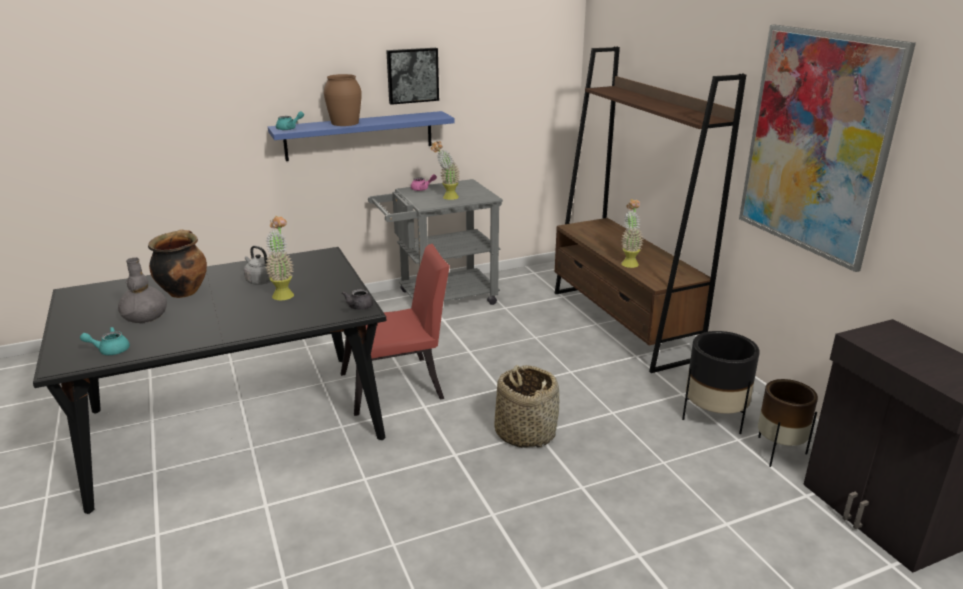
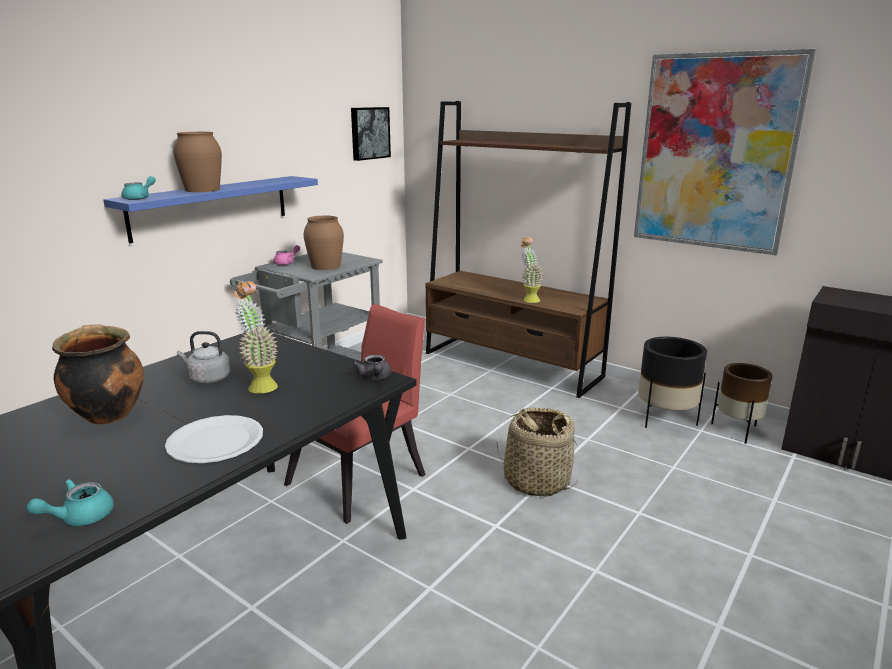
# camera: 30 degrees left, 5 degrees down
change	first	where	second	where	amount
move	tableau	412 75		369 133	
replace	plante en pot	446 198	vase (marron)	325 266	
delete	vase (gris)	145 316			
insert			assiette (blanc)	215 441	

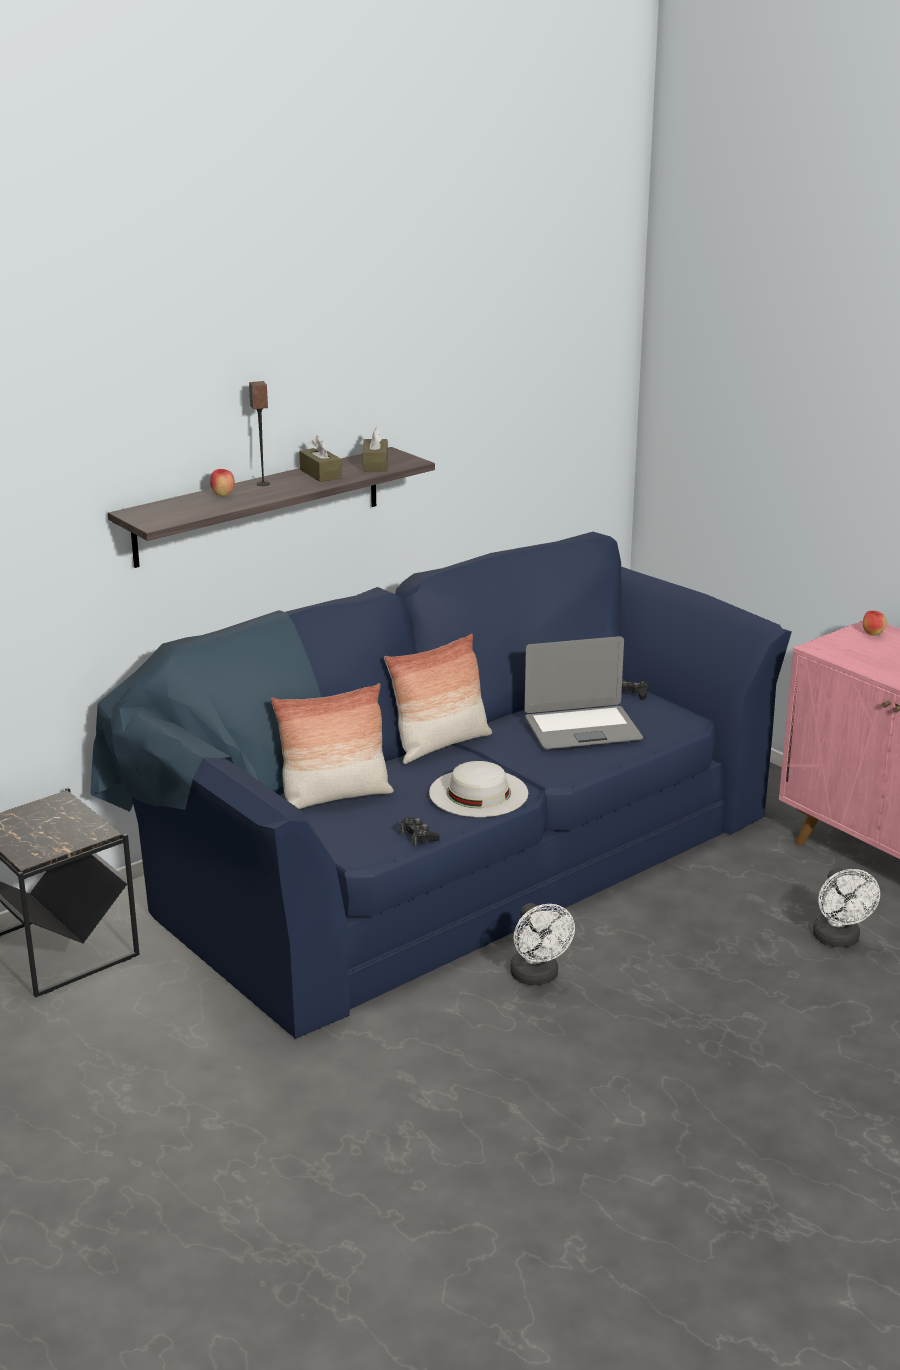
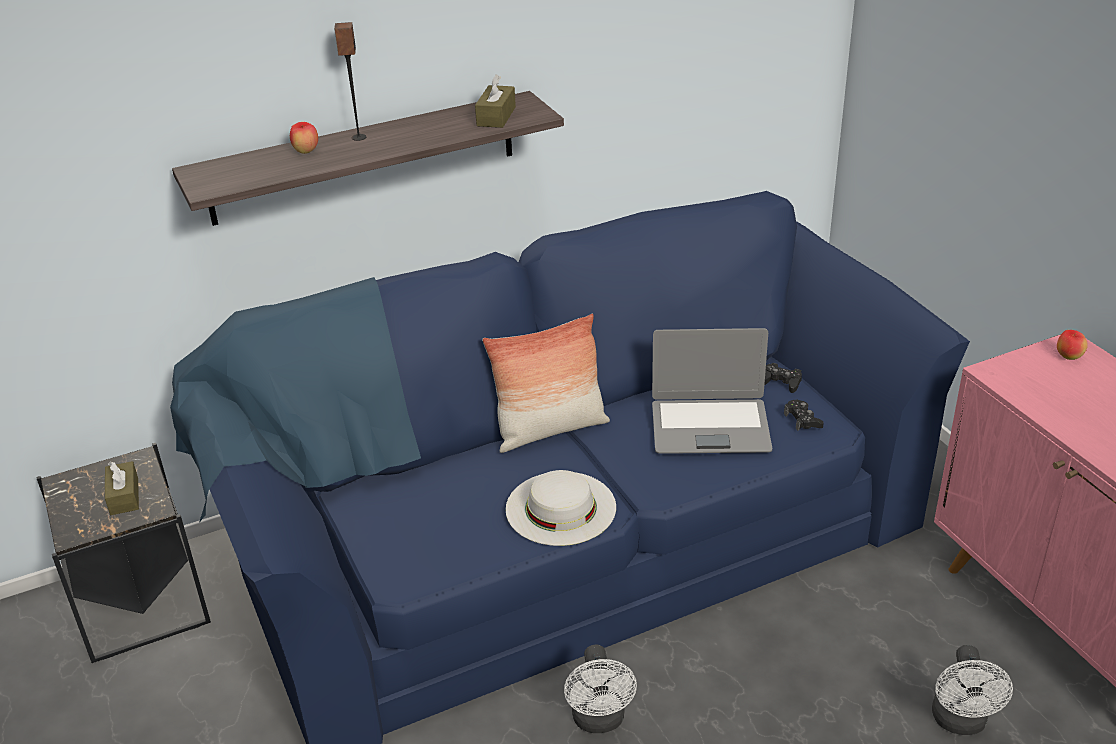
# camera: 15 degrees right, 10 degrees up
change	first	where	second	where	amount
move	boîte à mouchoirs (marron)	320 474		124 496	
delete	coussin	334 797			
move	manette (noir)	418 836		802 420	

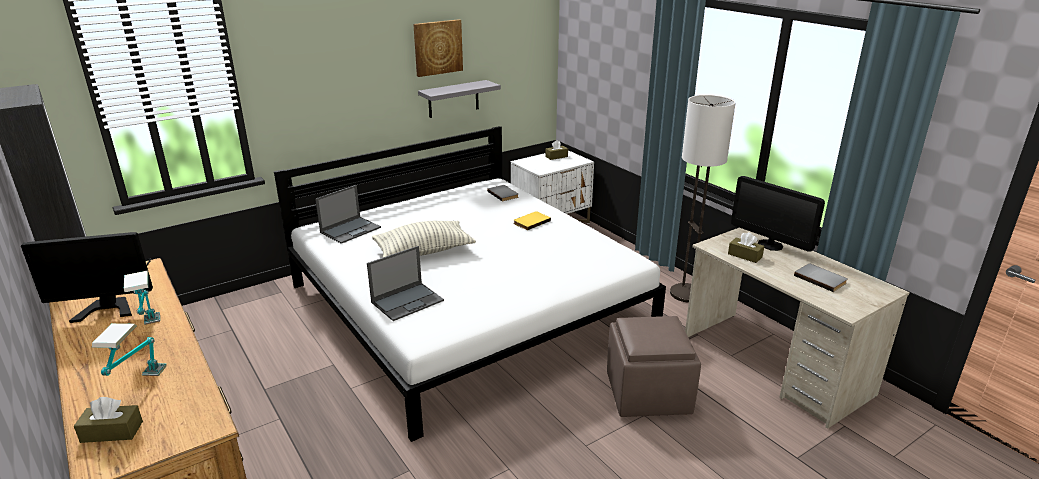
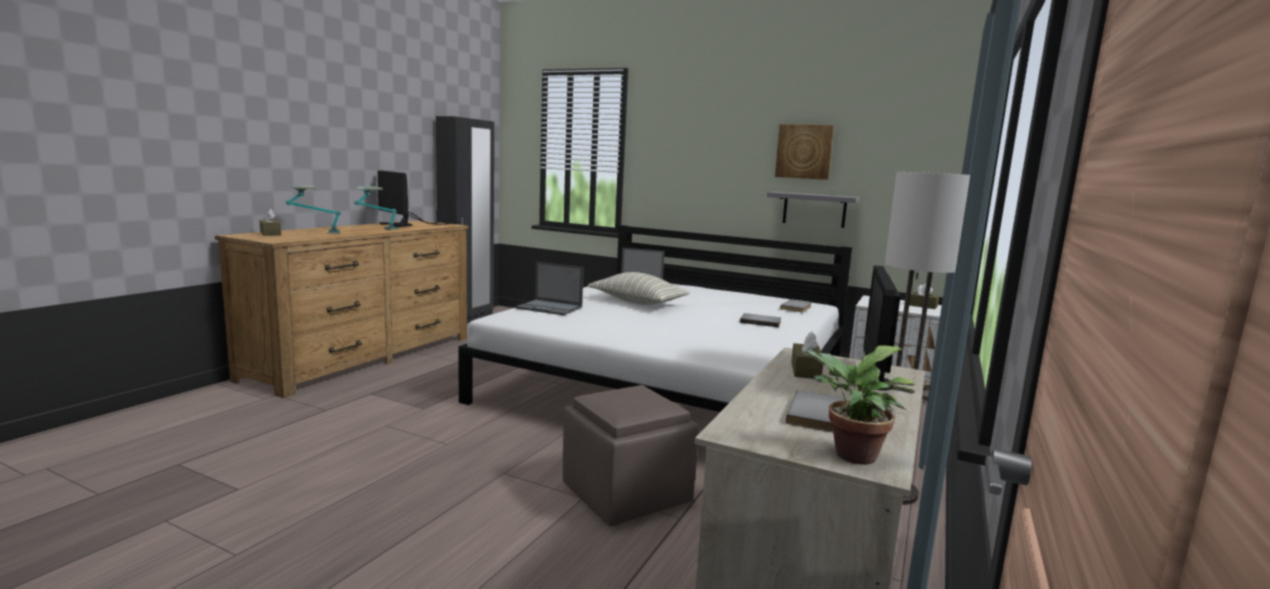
# camera: 60 degrees right, 15 degrees down
change	first	where	second	where	amount
recolor	livre (jaune)	531 222	livre (gris)	760 322	
insert			plante en pot	850 456	

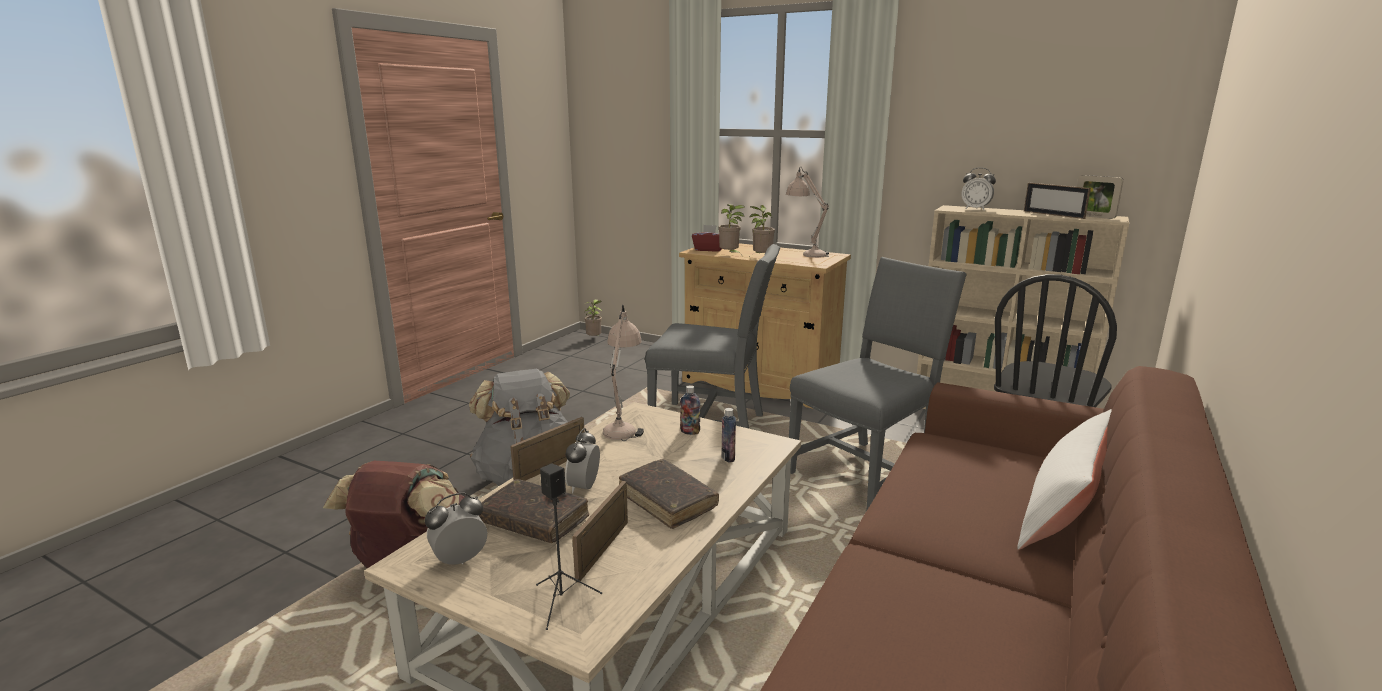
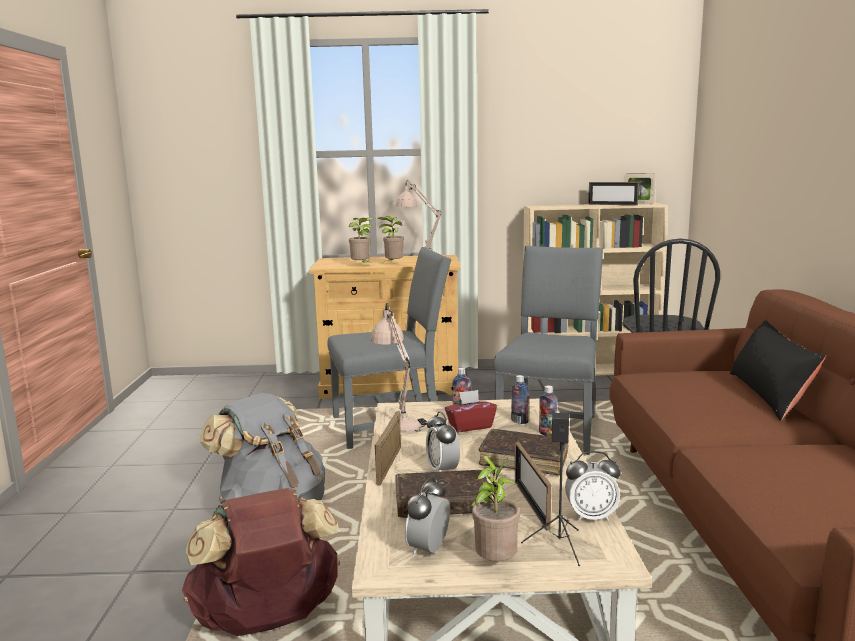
# camera: 30 degrees left, 5 degrees down
change	first	where	second	where	amount
move	réveil	975 209		591 516	
move	boîte à mouchoirs (rouge)	709 249		470 426	
move	plante en pot	594 339		495 564	
recolor	coussin (blanc)	1062 511	coussin (noir)	769 395	
insert			bouteille	547 433	

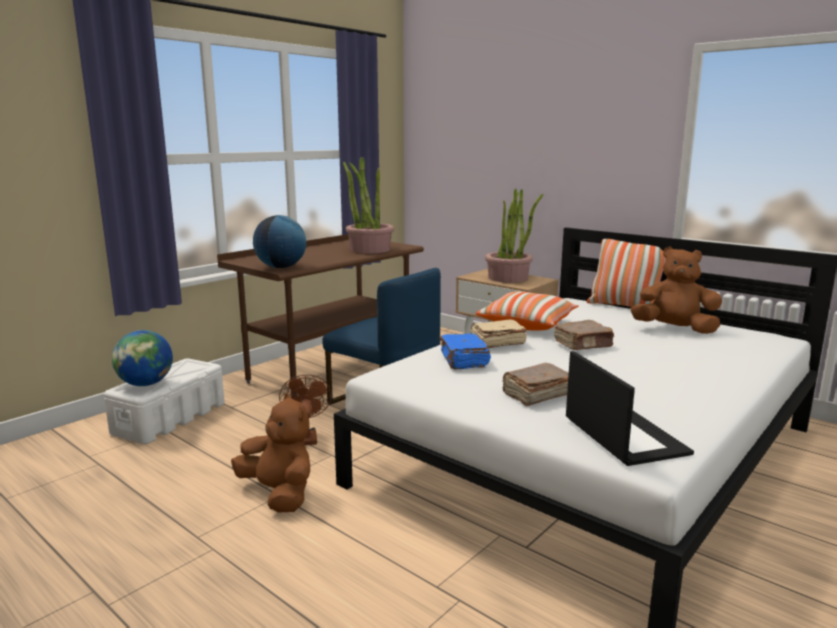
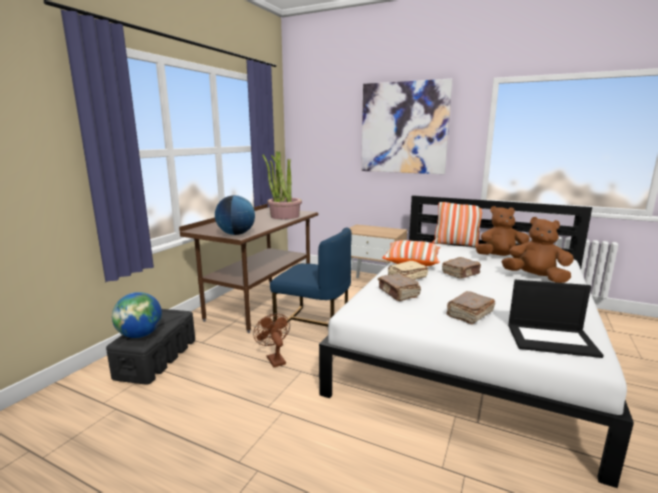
# camera: 15 degrees left, 0 degrees up
change	first	where	second	where	amount
delete	plante en pot	508 278			
recolor	livre (bleu)	463 360	livre (marron)	398 293	
rotate	ordinateur portable	623 435		552 339	135 degrees clockwise
recolor	boîte de rangement (blanc)	170 418	boîte de rangement (noir)	157 358	
move	peluche (marron)	279 494		535 278	
insert			tableau	404 128	

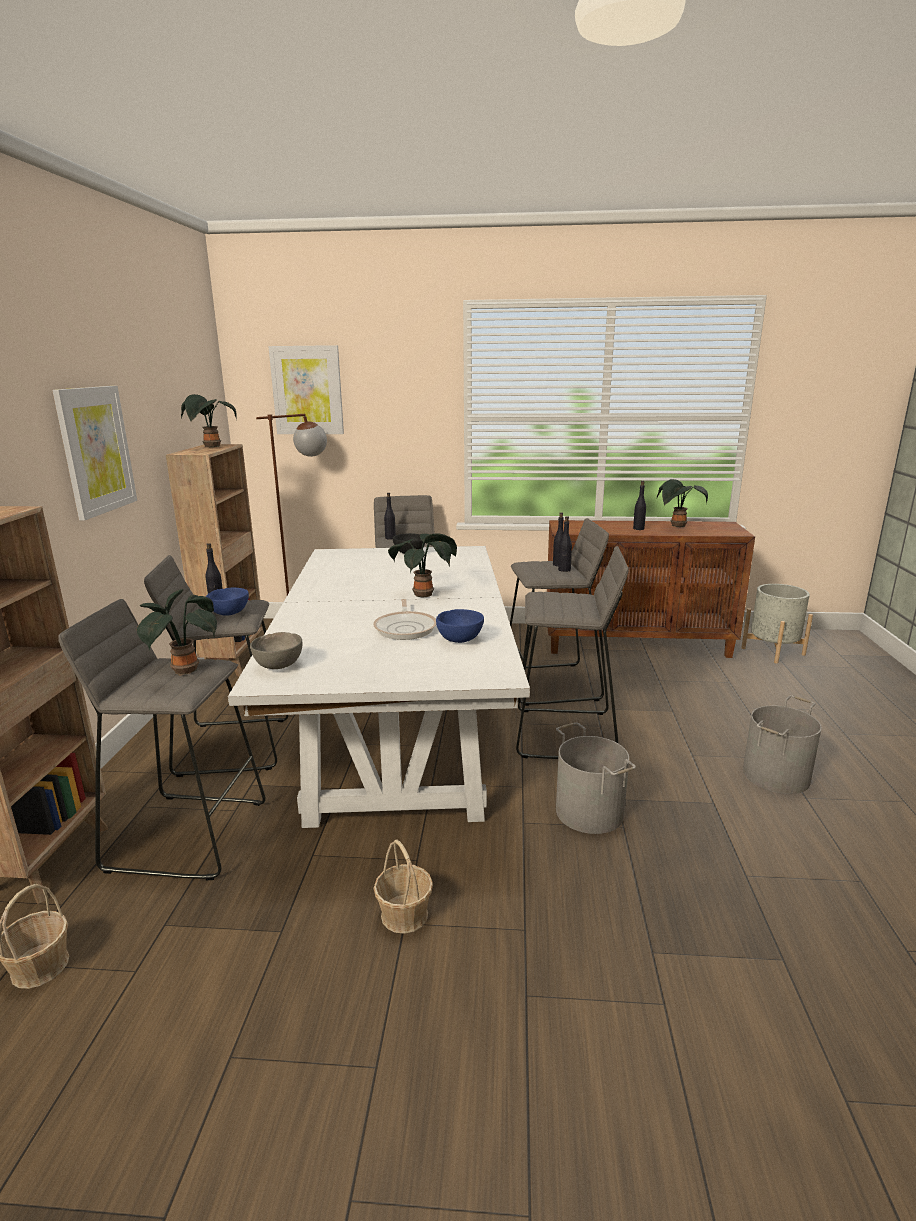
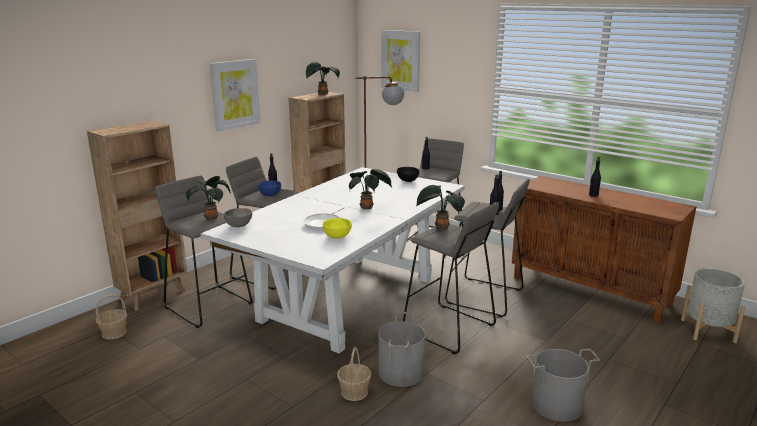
# camera: 35 degrees right, 0 degrees up
change	first	where	second	where	amount
move	plante en pot	677 526		440 227	
recolor	bol (bleu)	459 640	bol (jaune)	337 237	
move	panier	404 914		354 392	

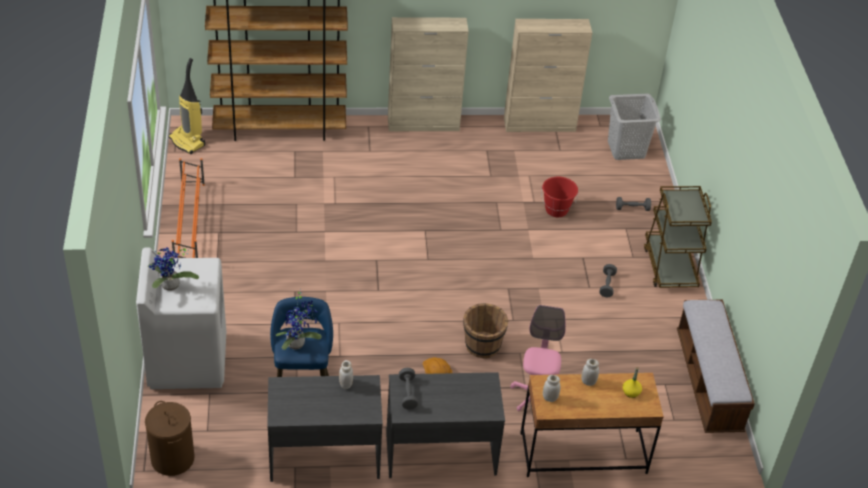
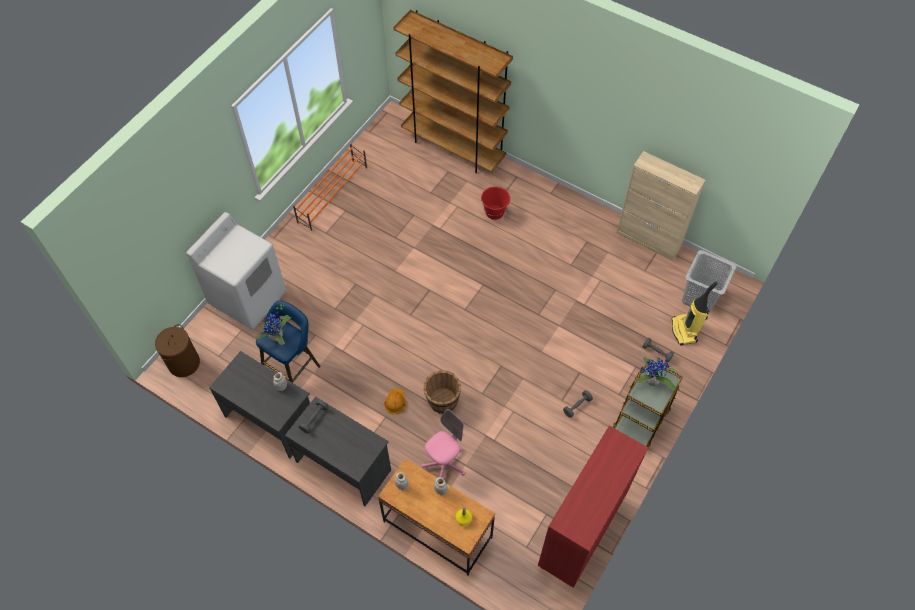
# camera: 40 degrees right, 15 degrees up
change	first	where	second	where	amount
delete	meuble de rangement (beige)	423 124			
move	aspirateur	188 142		684 331	
move	seau (rouge)	556 210		494 212	
move	plante en pot	170 287		651 381	
replace	banc	708 382	meuble de rangement (rouge)	581 533	

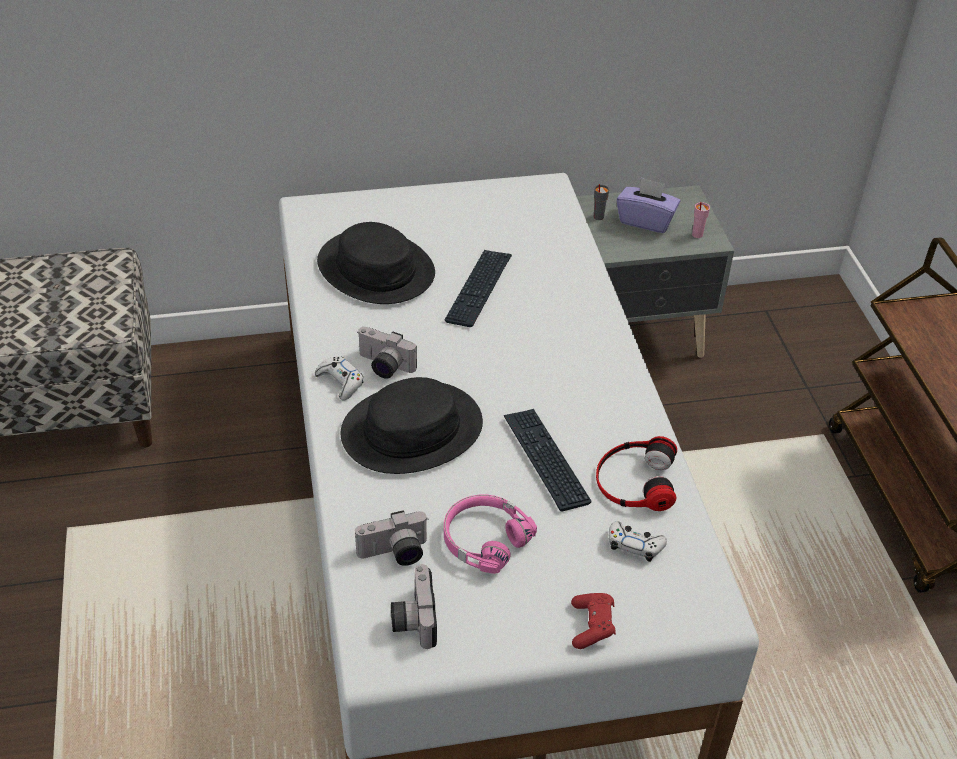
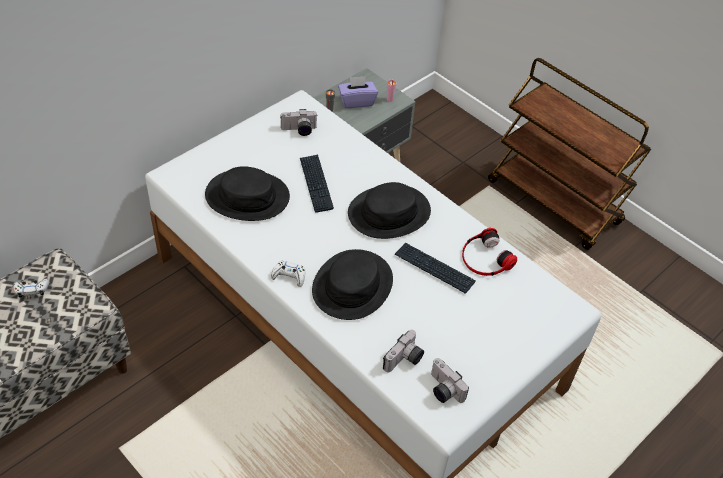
# camera: 35 degrees left, 5 degrees up
change	first	where	second	where	amount
move	appareil photo	383 366		299 130	
delete	casque audio (rose)	484 539			
move	manette (blanc)	635 545		32 290	
delete	manette (rouge)	592 626			
insert			chapeau (noir)	389 212	

